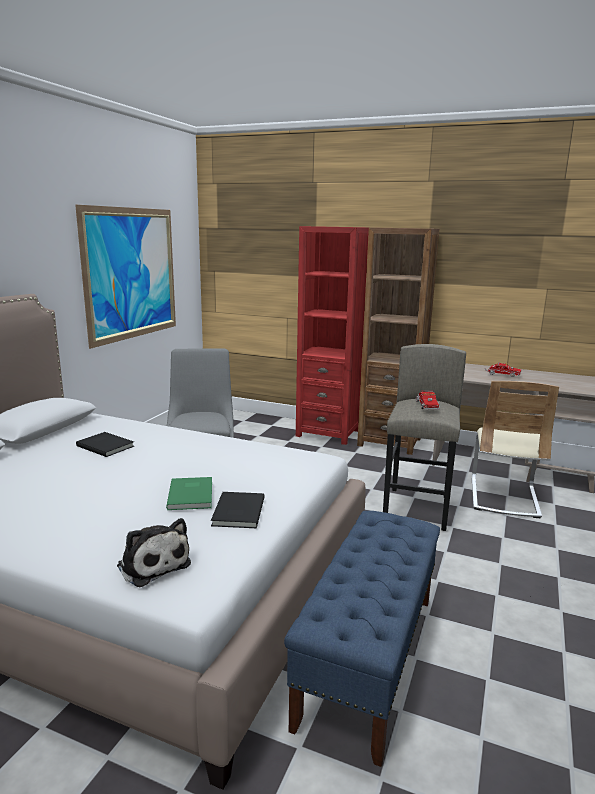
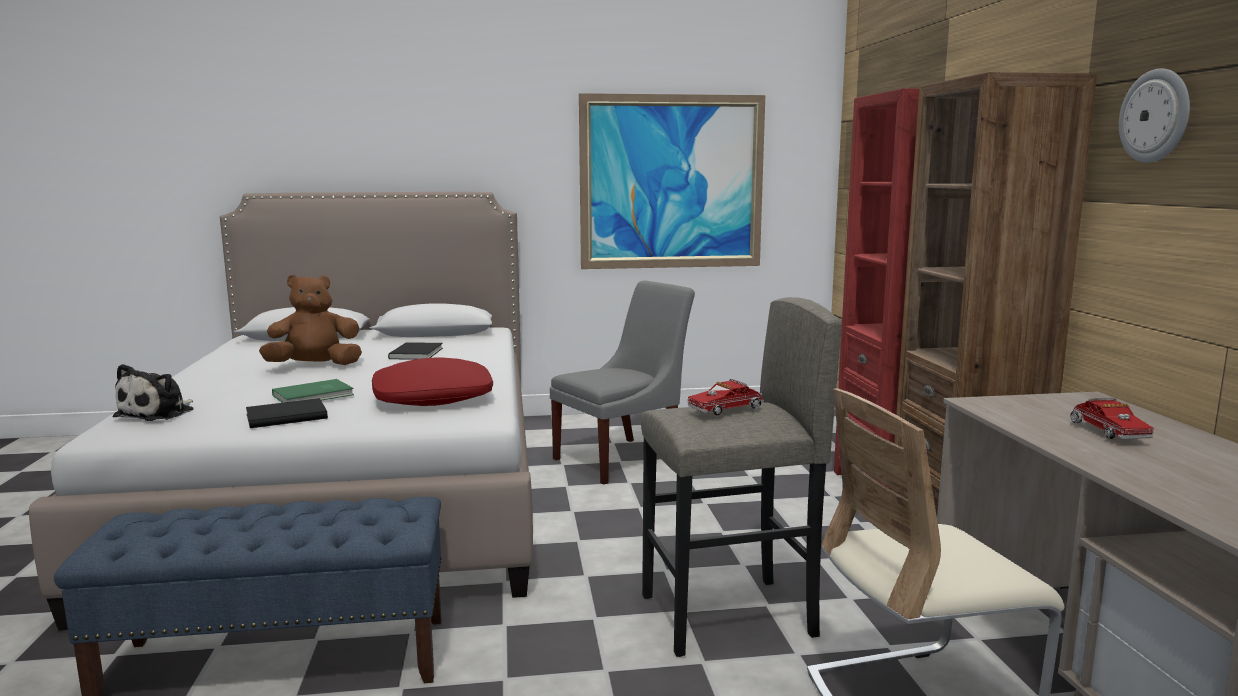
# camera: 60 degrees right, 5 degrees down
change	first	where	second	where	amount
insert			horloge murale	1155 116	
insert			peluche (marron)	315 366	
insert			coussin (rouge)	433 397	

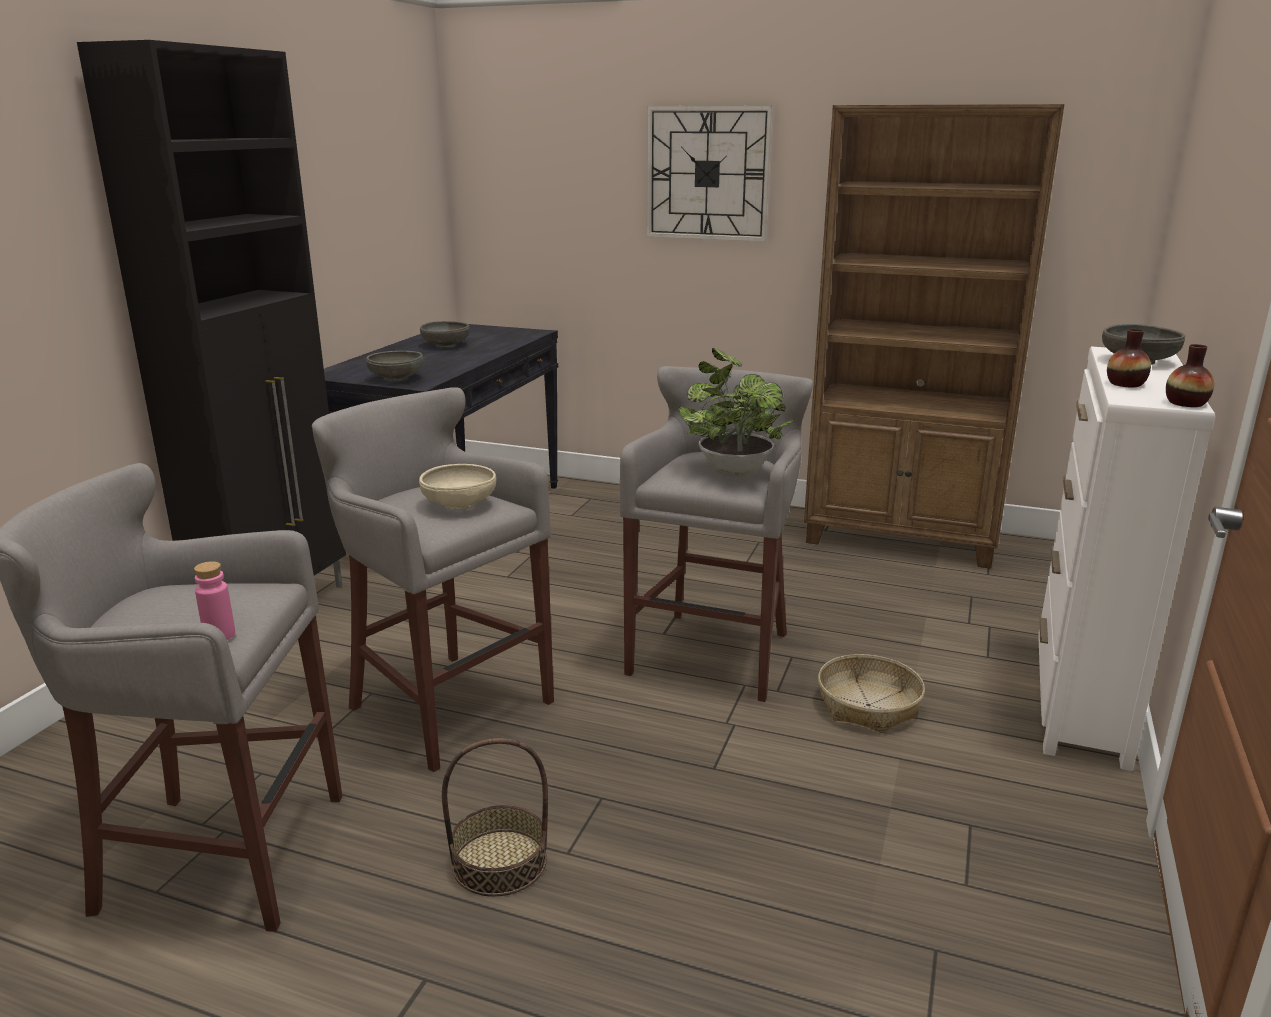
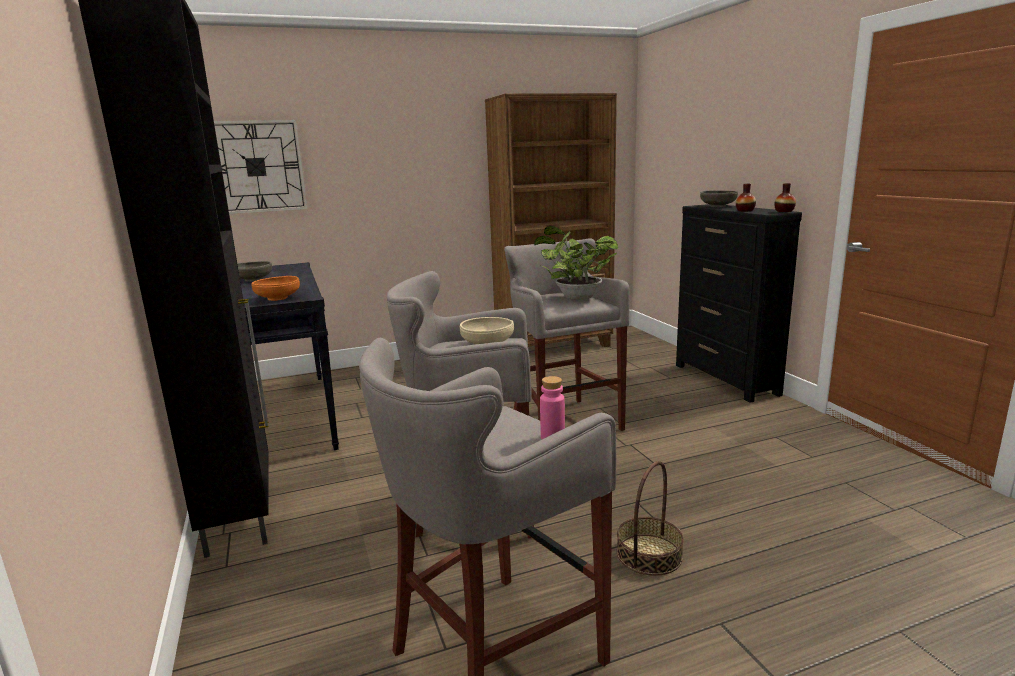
# camera: 40 degrees left, 5 degrees down
change	first	where	second	where	amount
move	horloge murale	707 173		255 167	
recolor	commode (blanc)	1080 699	commode (noir)	725 380	
recolor	bol (gris)	396 378	bol (orange)	278 298	
delete	panier	869 705			

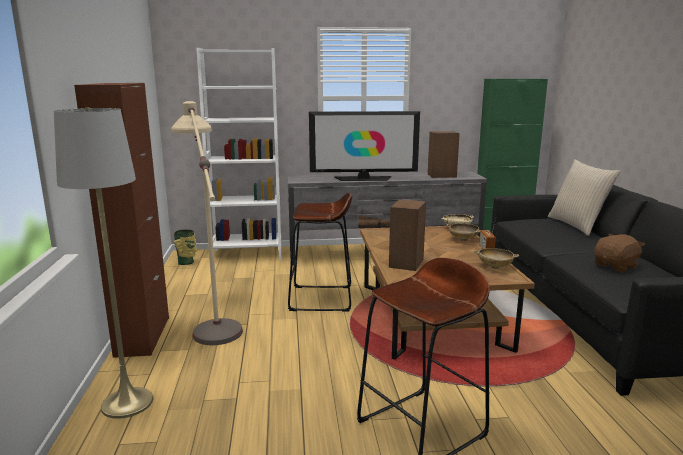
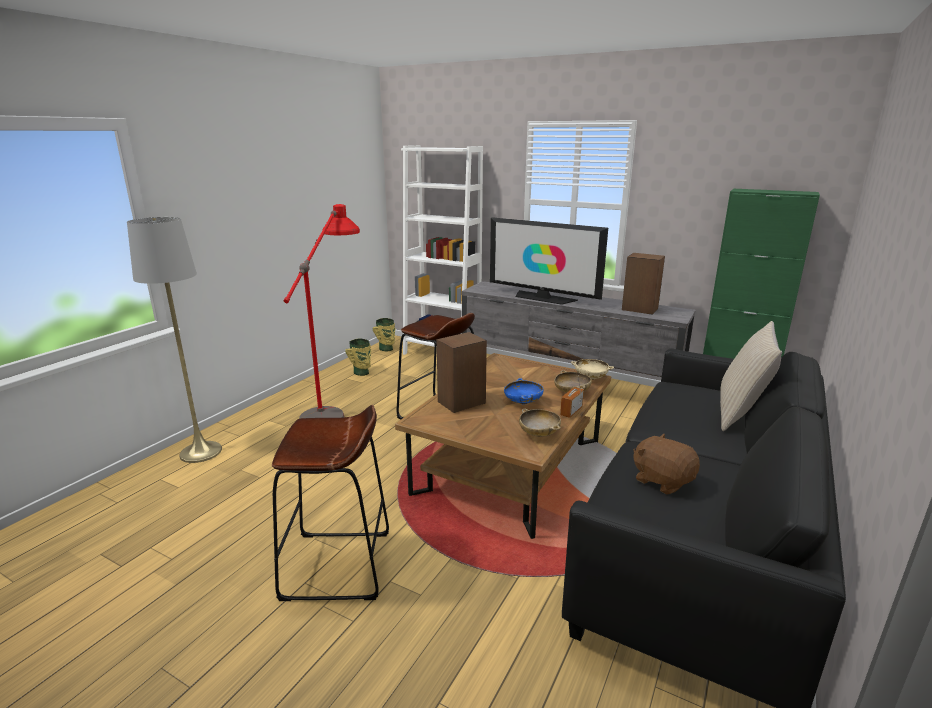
# camera: 35 degrees right, 5 degrees up
change	first	where	second	where	amount
delete	meuble de rangement (marron)	143 336			
recolor	lampadaire (beige)	212 318	lampadaire (rouge)	335 405	
rotate	peluche (marron)	616 266		662 480	135 degrees counterclockwise
insert			vase	362 373	
insert			bol (bleu)	523 402	

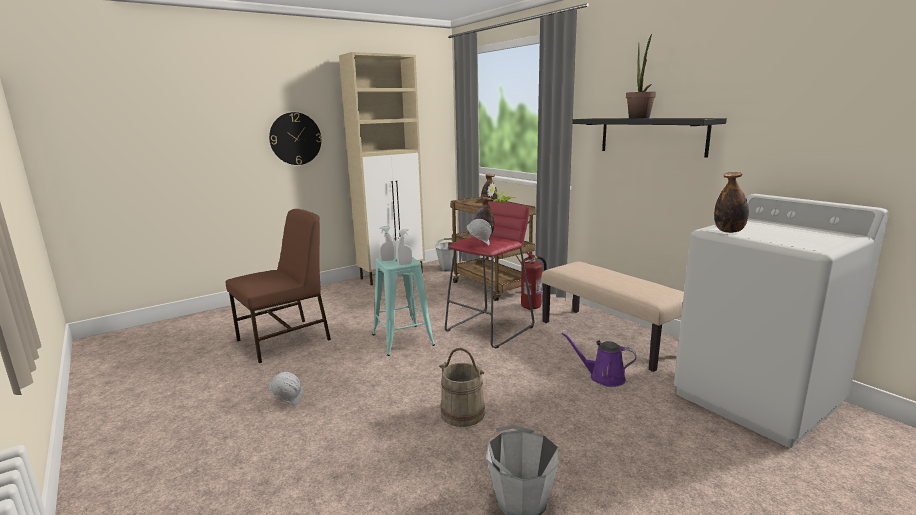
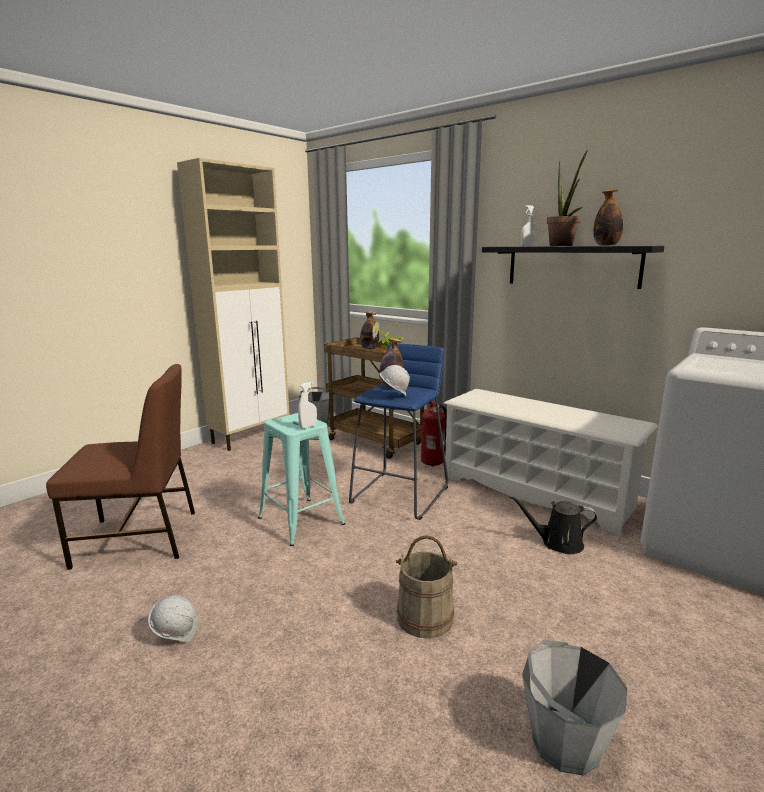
# camera: 15 degrees left, 0 degrees up
change	first	where	second	where	amount
delete	horloge murale	295 138			
move	bouteille	729 231		606 245	
recolor	tabouret (rouge)	490 328	tabouret (bleu)	400 494	
rotate	chaise (marron)	286 339		139 538	45 degrees clockwise
move	vaporisateur (blanc)	387 260		527 246	
replace	banc (beige)	610 337	étagère à chaussures (blanc)	536 492	
recolor	arrosoir (violet)	603 377	arrosoir (noir)	558 543	

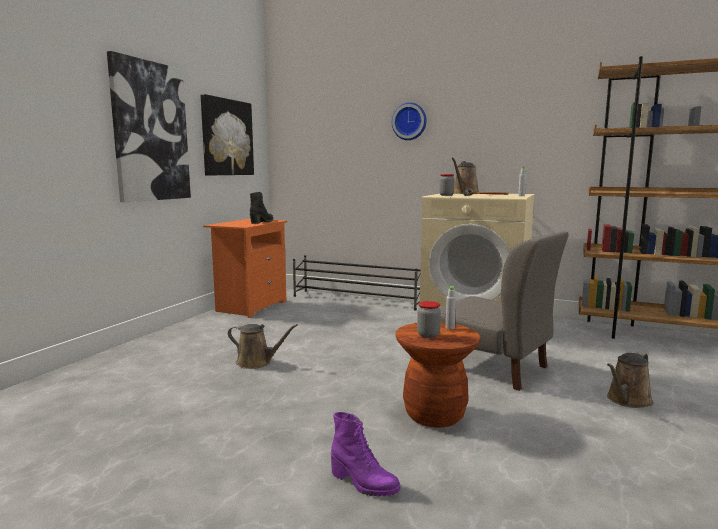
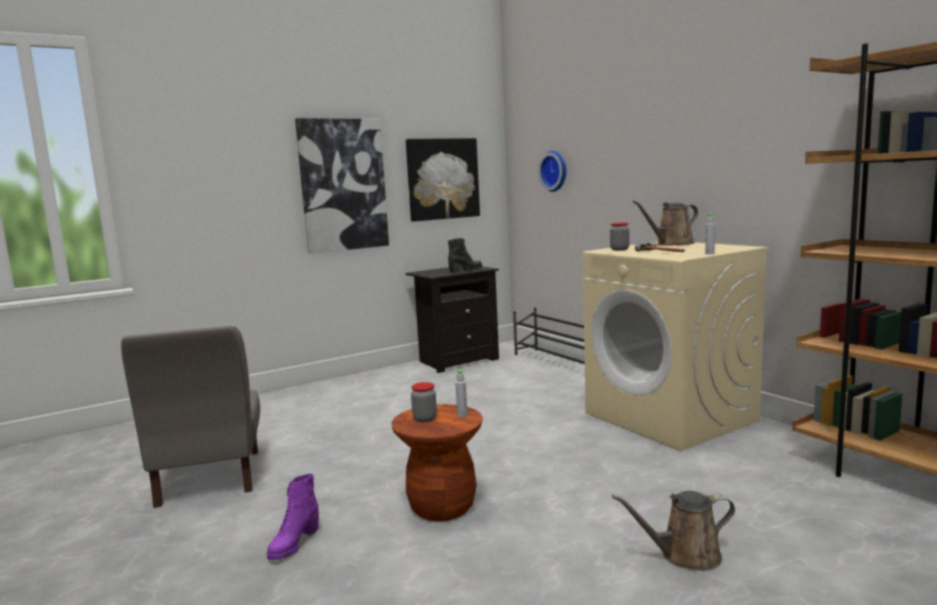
# camera: 35 degrees right, 0 degrees up
change	first	where	second	where	amount
move	horloge murale	409 121		555 171	
recolor	table de chevet (orange)	250 306	table de chevet (noir)	457 360	
move	chaise (gris)	494 367		209 478	
delete	arrosoir (marron)	257 362			
rotate	botte (violet)	363 484		293 544	45 degrees clockwise

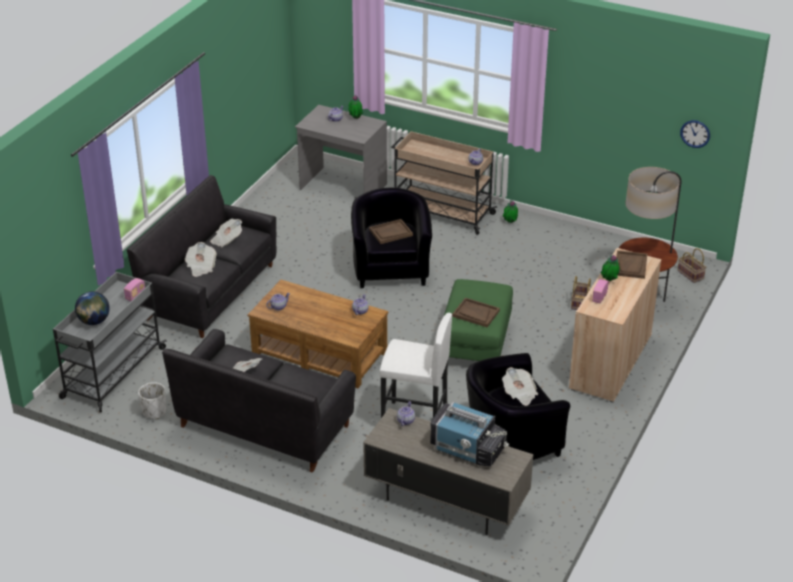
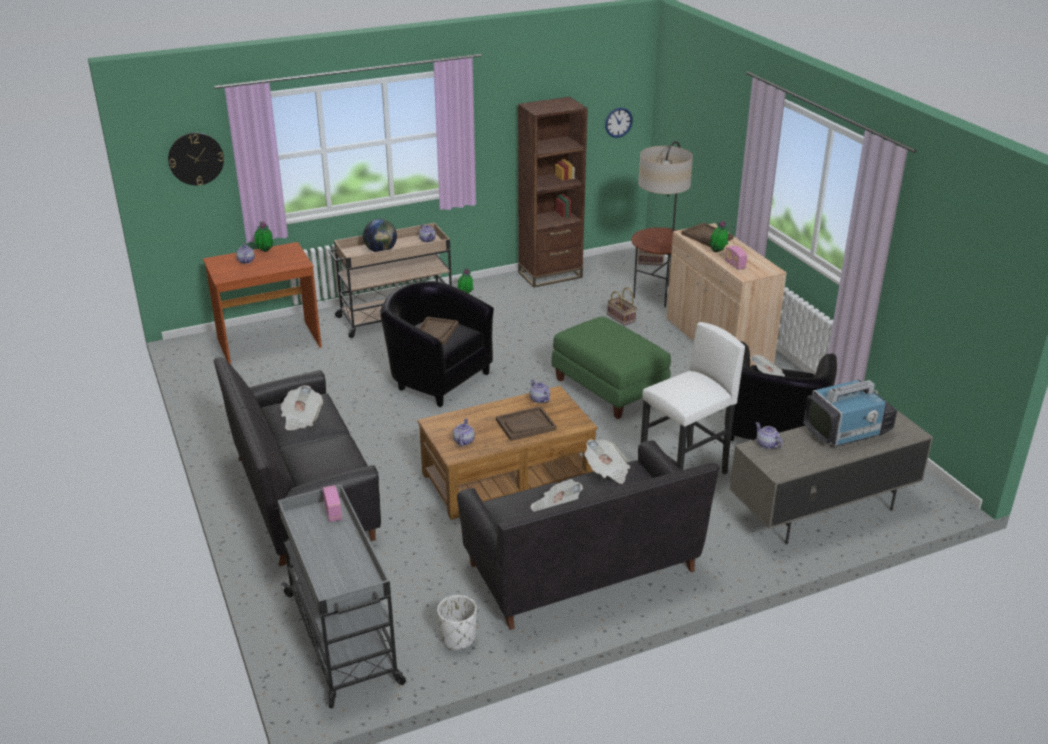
# camera: 50 degrees left, 5 degrees down
change	first	where	second	where	amount
recolor	bureau (gris)	342 187	bureau (marron)	269 343	
move	journal	201 267		607 471	
move	globe	94 321		381 251	
move	plateau (marron)	475 313		526 425	
insert			bibliothèque (marron)	550 275	
insert			horloge murale	196 158	

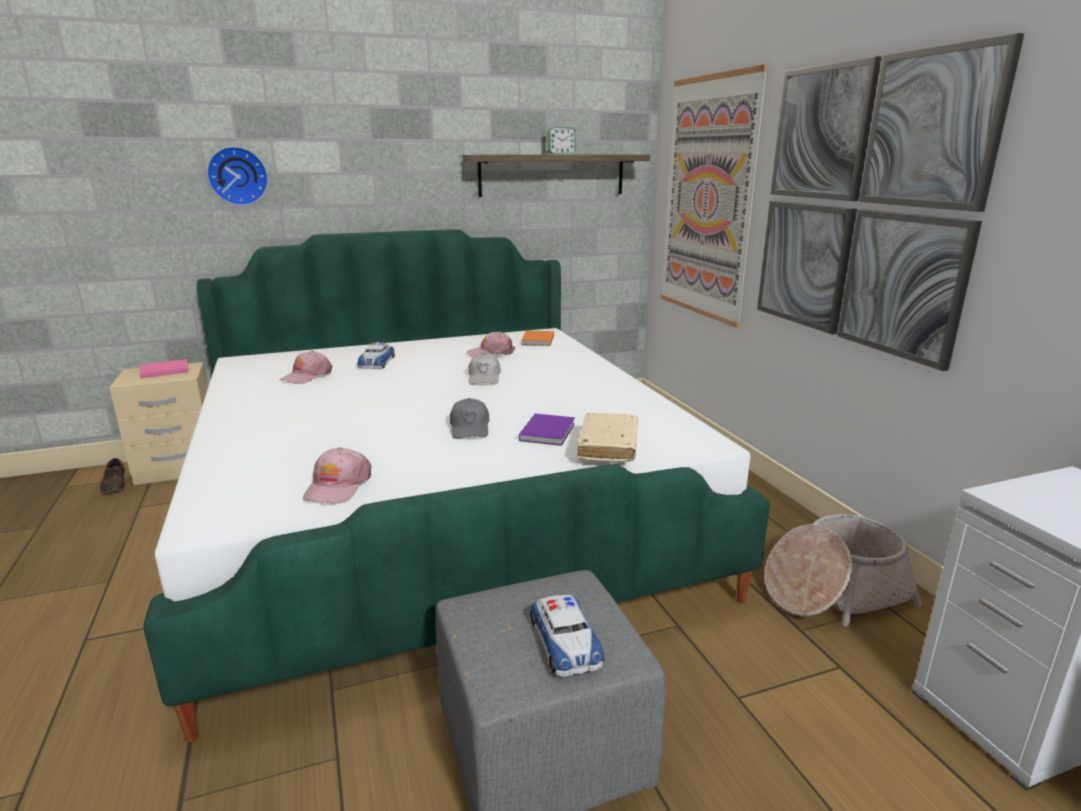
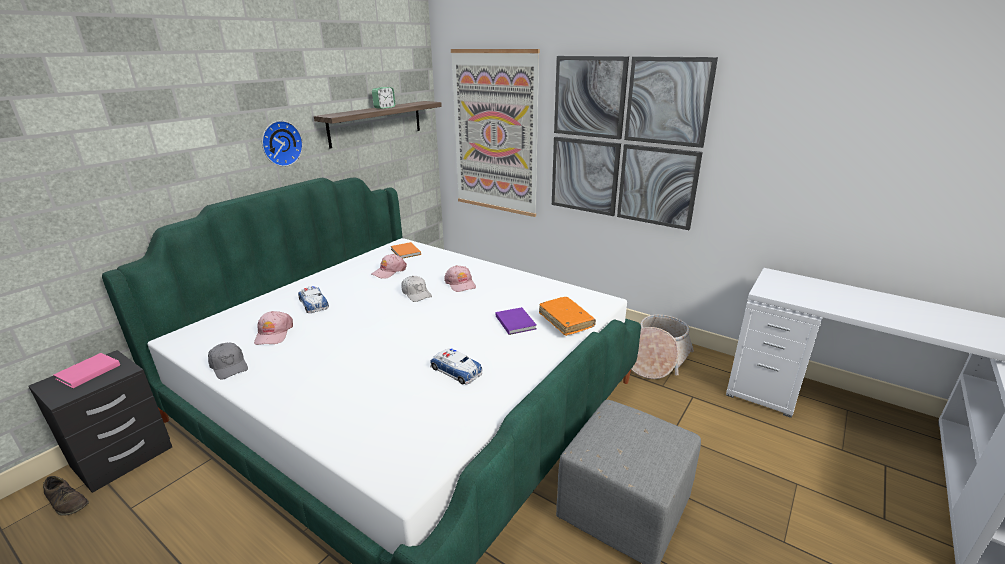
# camera: 35 degrees left, 5 degrees up
change	first	where	second	where	amount
move	horloge murale	238 176		280 143	
recolor	table de chevet (beige)	179 468	table de chevet (noir)	122 457	
move	casquette (gris)	470 428		229 366	
recolor	livre (beige)	608 445	livre (orange)	566 320	
move	casquette (rose)	337 486		460 283	
move	petite voiture	565 641		456 370	

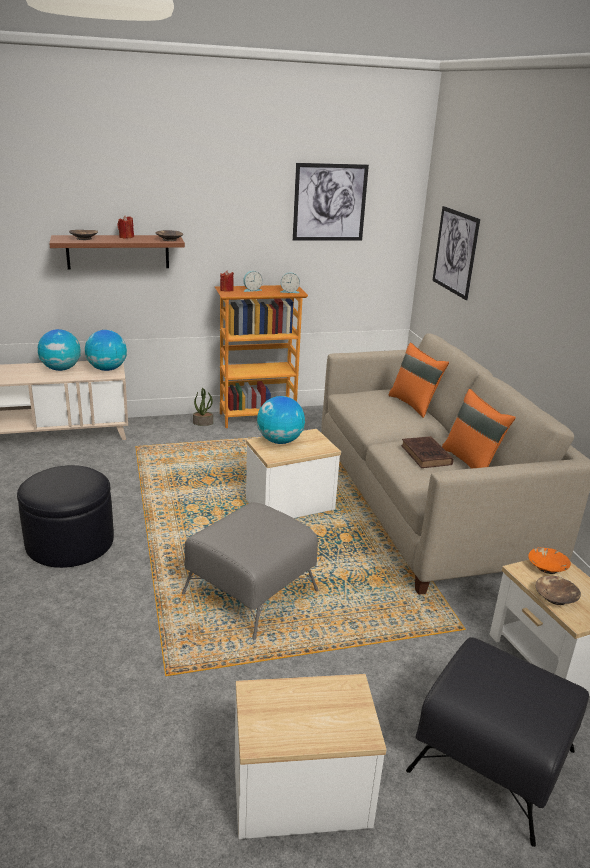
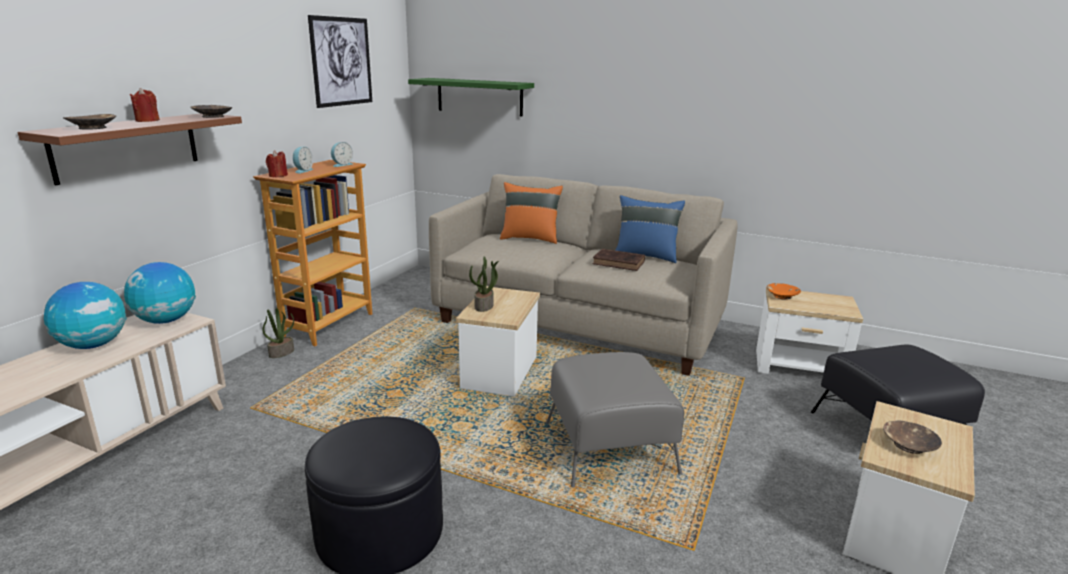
# camera: 50 degrees left, 5 degrees down
change	first	where	second	where	amount
replace	tableau	455 252	étagère (vert)	479 96	
recolor	coussin (orange)	471 462	coussin (bleu)	646 256	
replace	globe	279 441	plante en pot	484 306	
move	bol (marron)	556 597		908 445	

